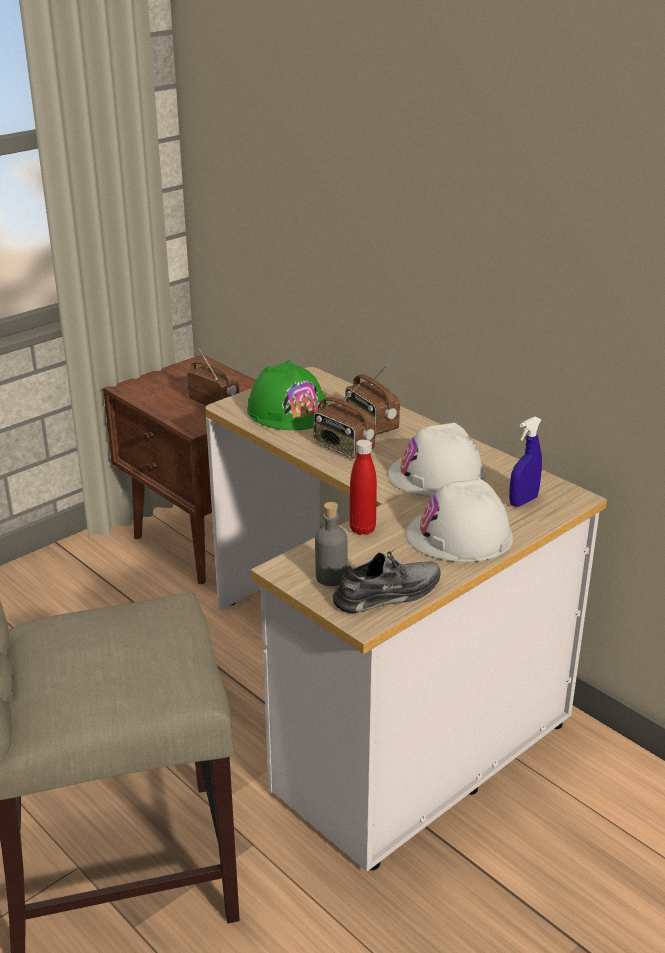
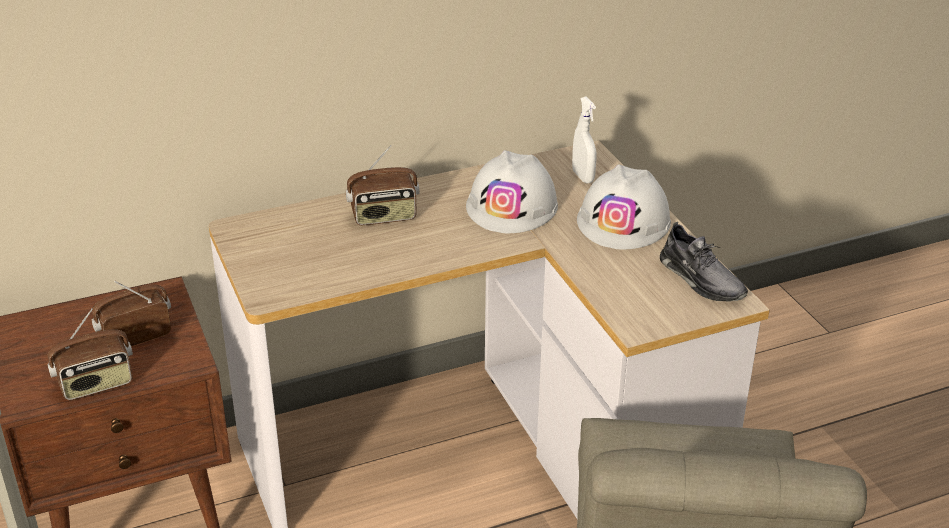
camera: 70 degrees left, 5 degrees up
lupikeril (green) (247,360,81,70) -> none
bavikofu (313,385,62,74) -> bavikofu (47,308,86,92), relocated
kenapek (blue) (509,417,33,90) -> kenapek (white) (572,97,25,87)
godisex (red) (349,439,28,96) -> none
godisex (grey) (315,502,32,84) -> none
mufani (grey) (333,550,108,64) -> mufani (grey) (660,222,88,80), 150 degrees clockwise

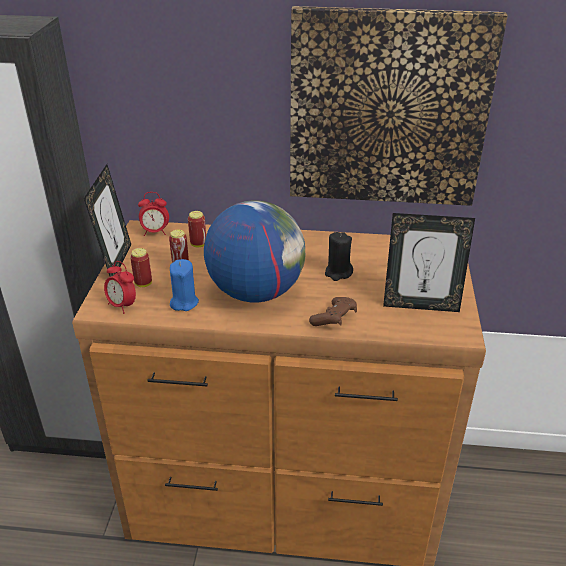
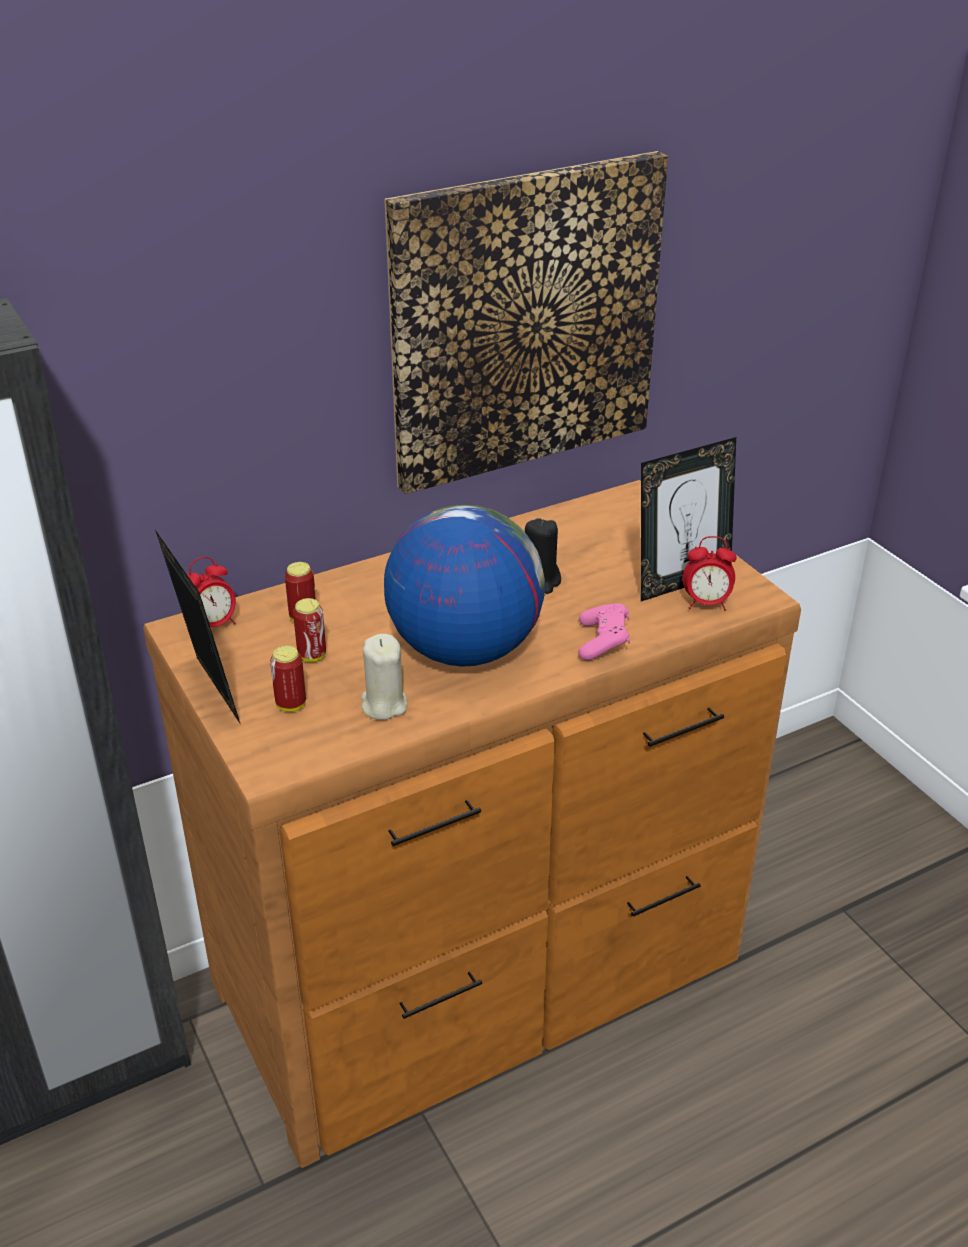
camera: 35 degrees left, 0 degrees up
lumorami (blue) (170,259,29,52) -> lumorami (beige) (361,634,46,86)
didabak (104,261,32,53) -> didabak (683,536,54,75), relocated
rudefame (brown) (309,297,48,29) -> rudefame (pink) (578,603,52,58)

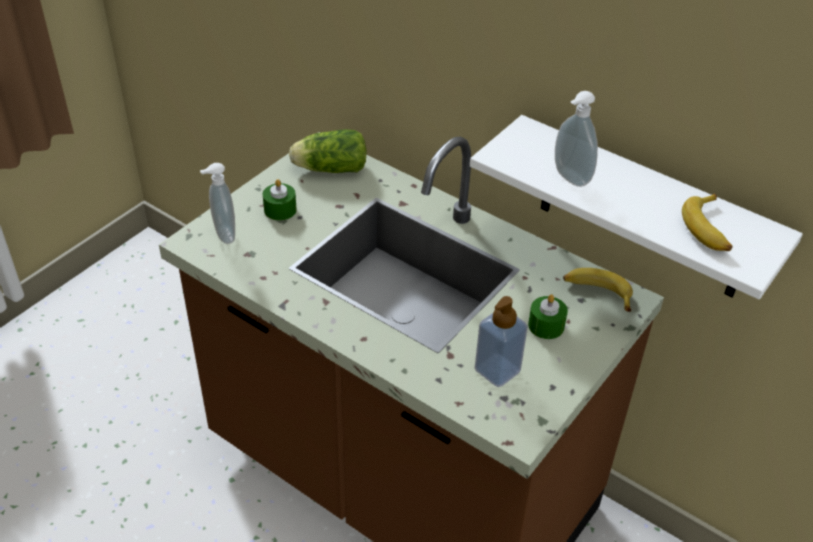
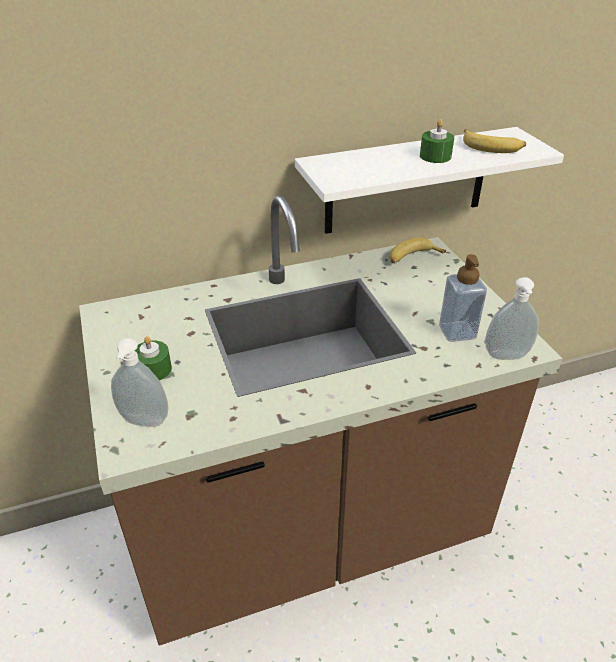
camera: 55 degrees left, 5 degrees down
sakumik (555,91,43,96) -> sakumik (485,277,54,83), relocated
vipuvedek (289,129,78,44) -> none
lumorami (green) (528,294,40,45) -> lumorami (green) (420,119,34,44), relocated

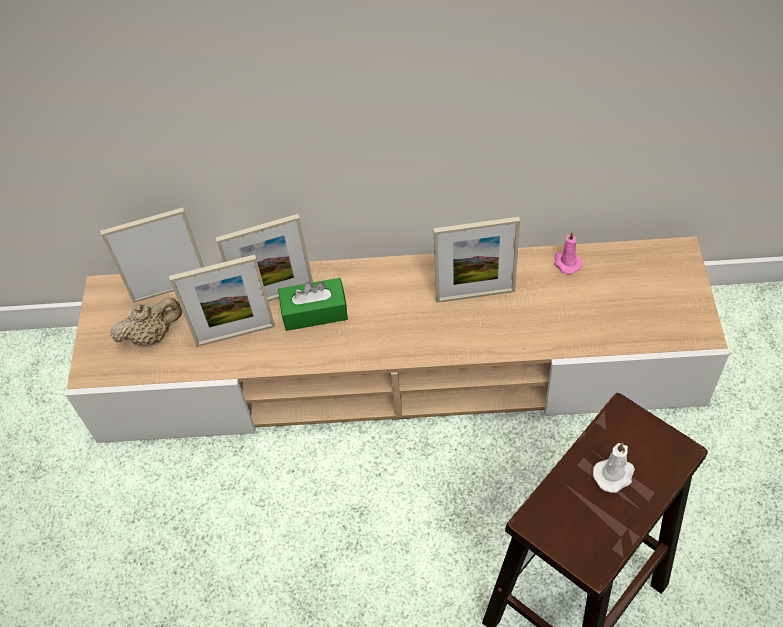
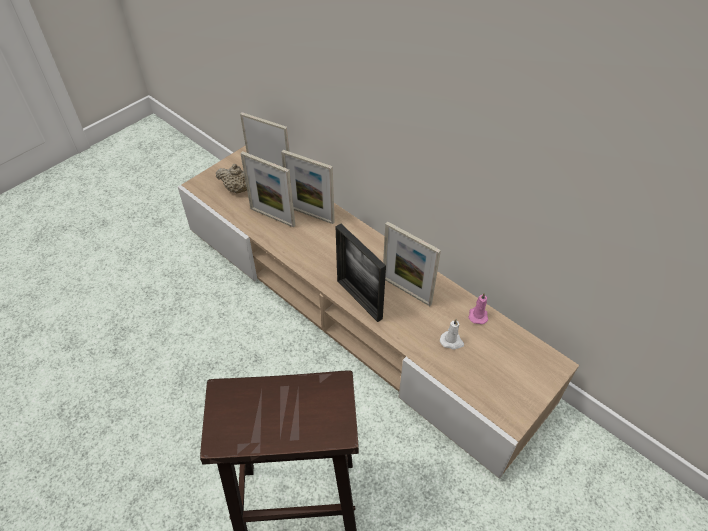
camera: 40 degrees right, 5 degrees down
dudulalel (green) (278,278,70,53) -> none
lumorami (white) (593,443,42,50) -> lumorami (white) (440,319,24,31), relocated
none -> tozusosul (336,224,50,98)

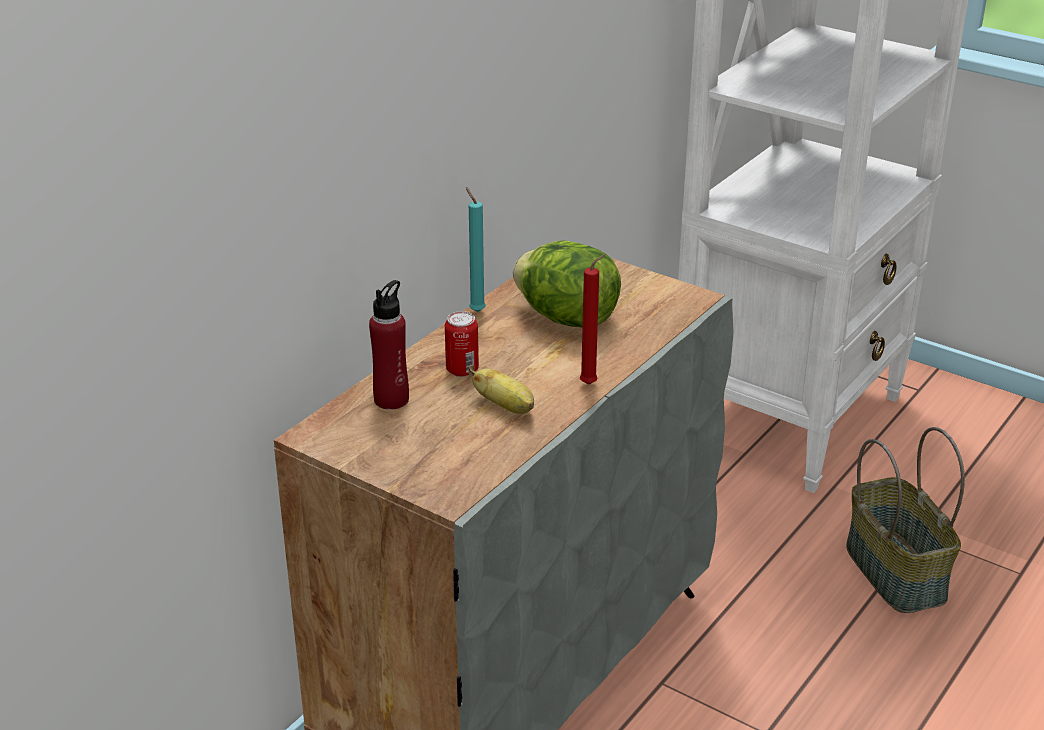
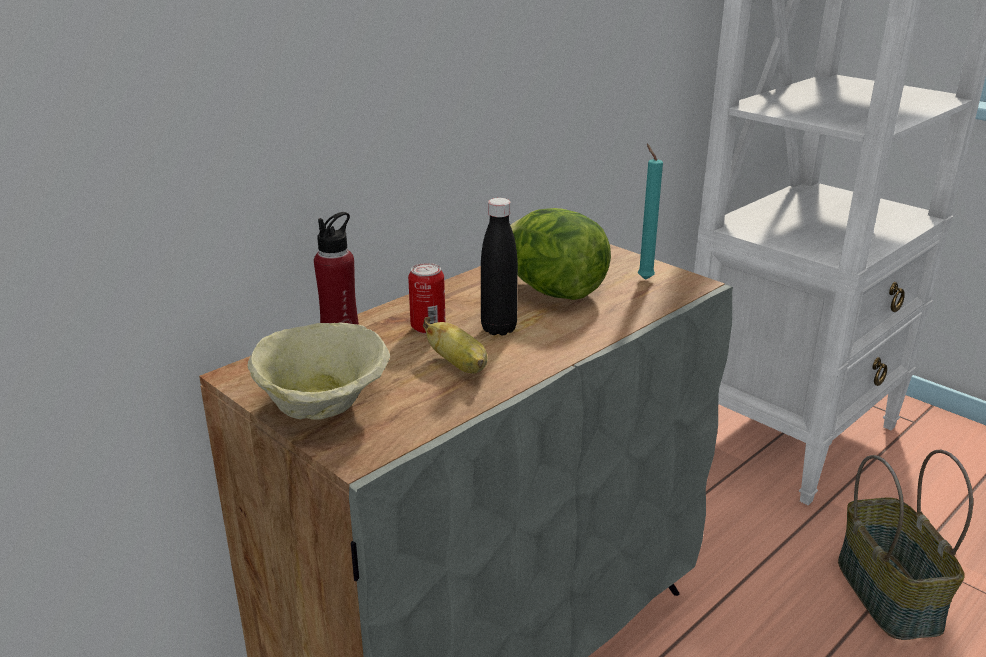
camera: 10 degrees right, 5 degrees down
lumorami (turquoise) (466,187,20,125) -> lumorami (turquoise) (638,144,25,136), relocated
lumorami (red) (580,254,26,131) -> none
none -> godisex (black) (481,198,37,138)
none -> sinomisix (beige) (247,322,143,98)

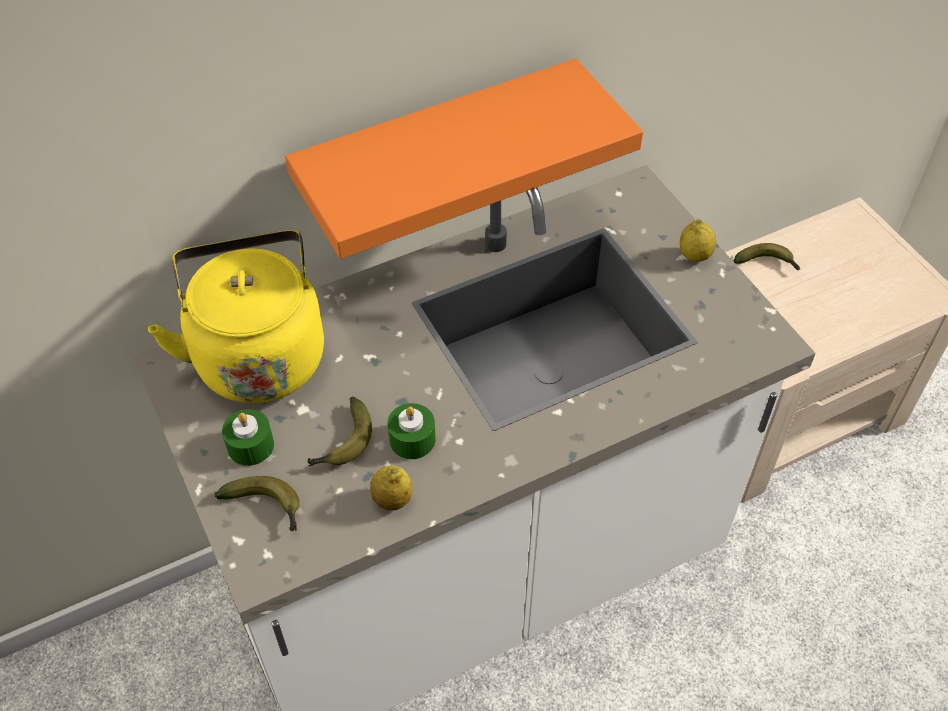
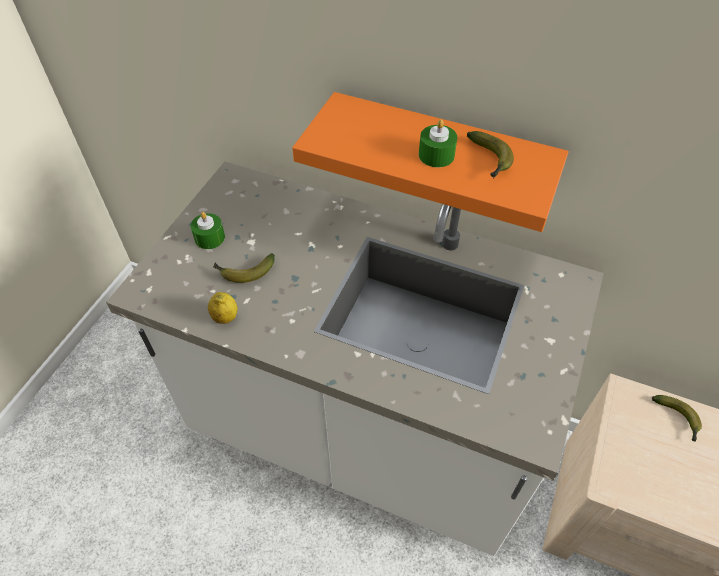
camera: 50 degrees right, 0 degrees up
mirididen (680,219,36,43) -> none
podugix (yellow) (148,230,176,173) -> none
lumorami (green) (387,403,49,56) -> lumorami (green) (419,119,39,48), relocated
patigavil (215,476,84,55) -> patigavil (467,131,47,47), relocated

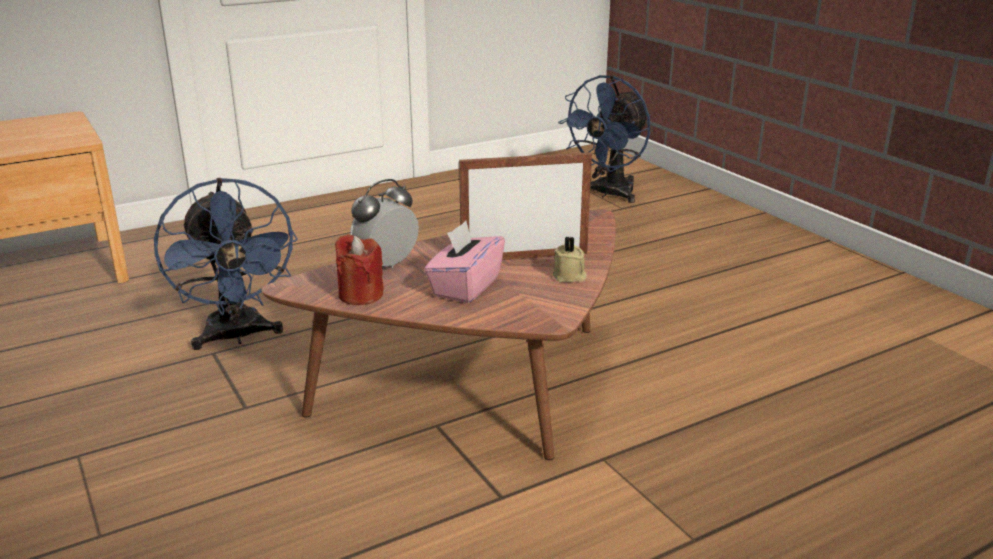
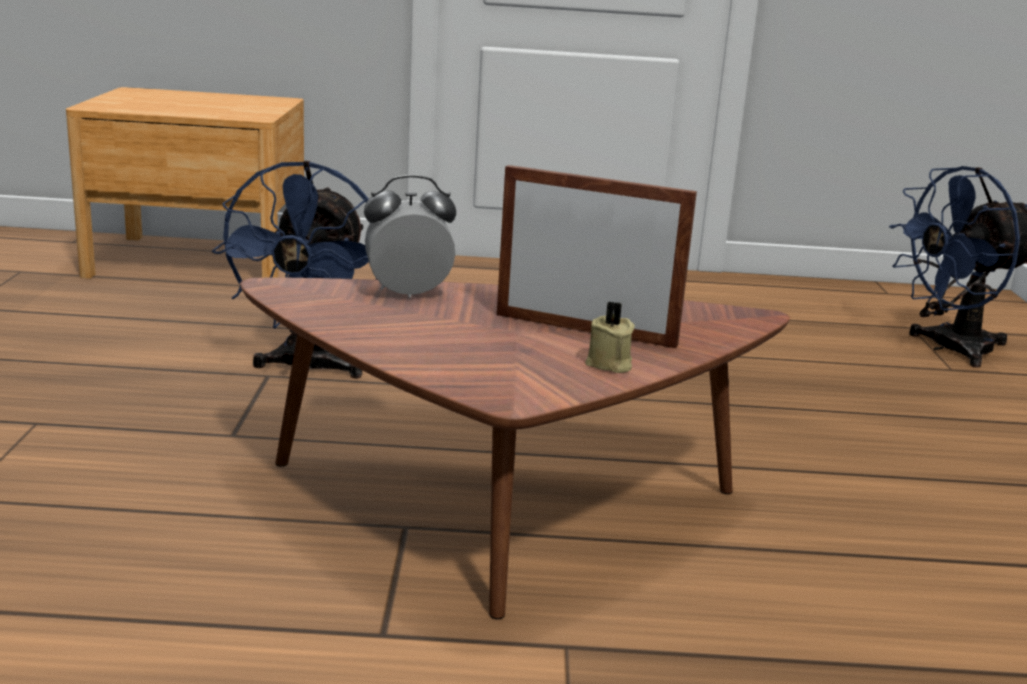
camera: 30 degrees right, 5 degrees down
dudulalel (pink) (424,221,81,82) -> none
lumorami (red) (335,234,49,71) -> none

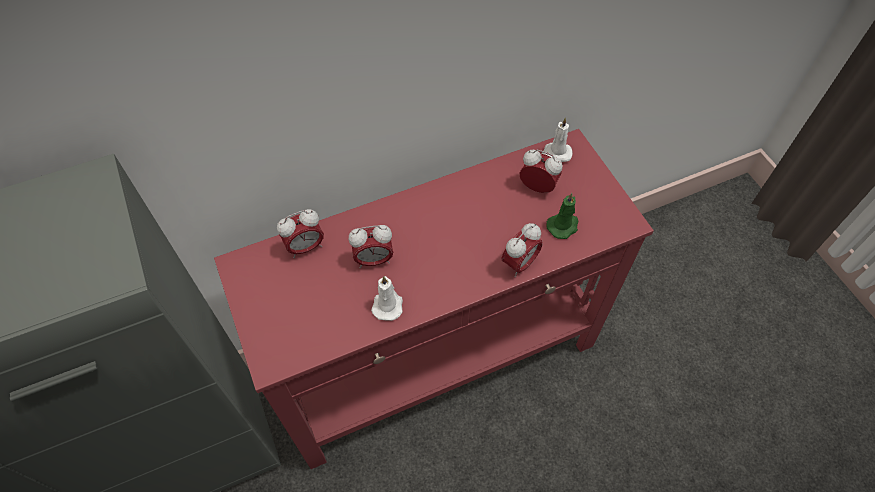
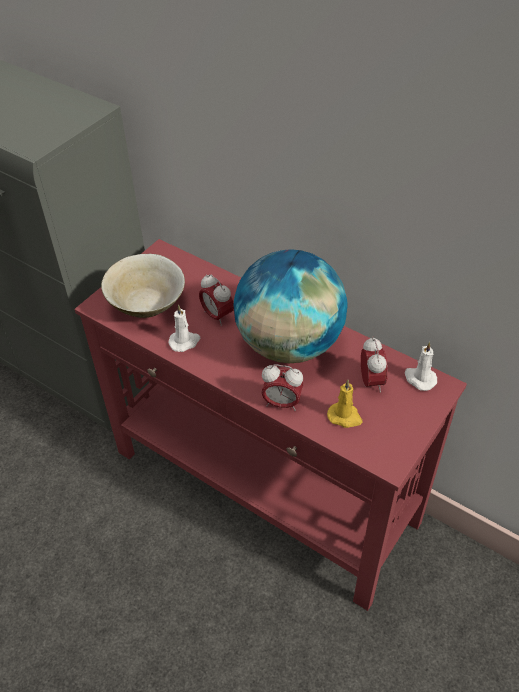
camera: 60 degrees right, 10 degrees down
lumorami (green) (546,193,33,46) -> lumorami (yellow) (327,380,35,48)
didabak (277,209,47,49) -> none
none -> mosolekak (234,249,113,114)
none -> sinomisix (beige) (101,253,84,65)

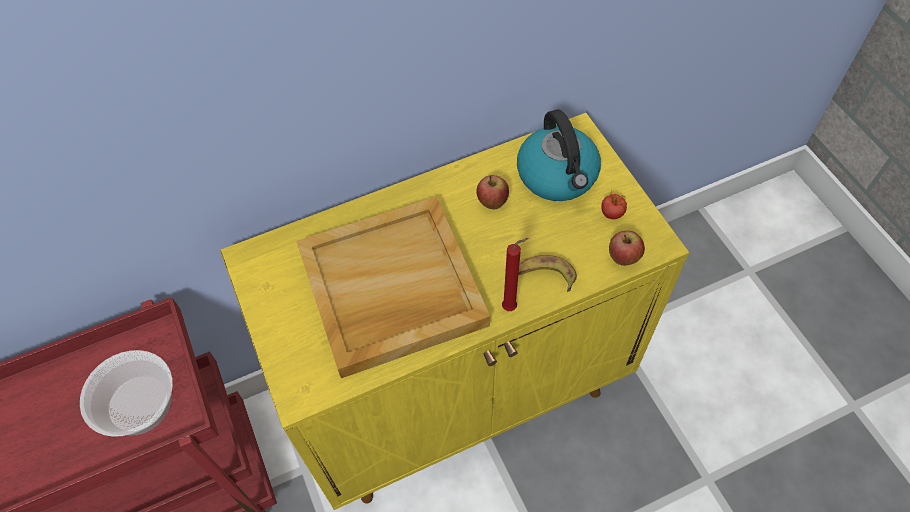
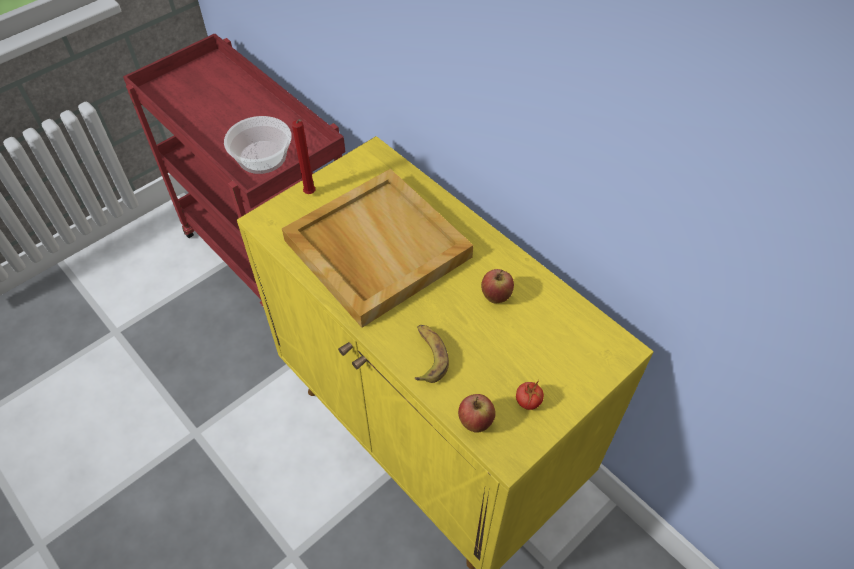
camera: 70 degrees right, 5 degrees down
podugix (517,109,84,92) -> none
lumorami (red) (502,238,26,73) -> lumorami (red) (292,119,24,75), relocated

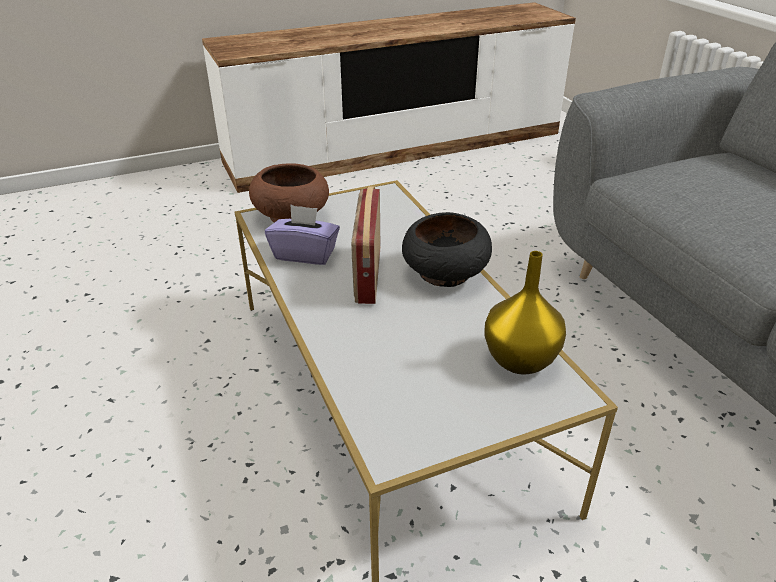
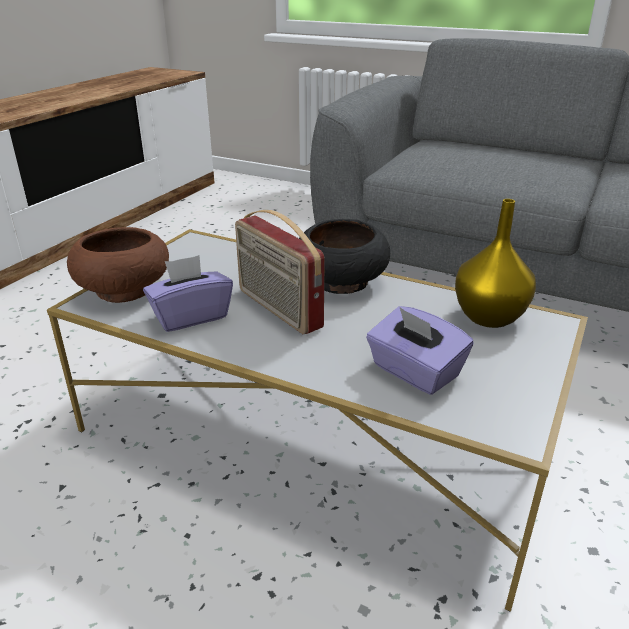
camera: 40 degrees left, 5 degrees down
none -> dudulalel (purple) (366,306,108,89)

